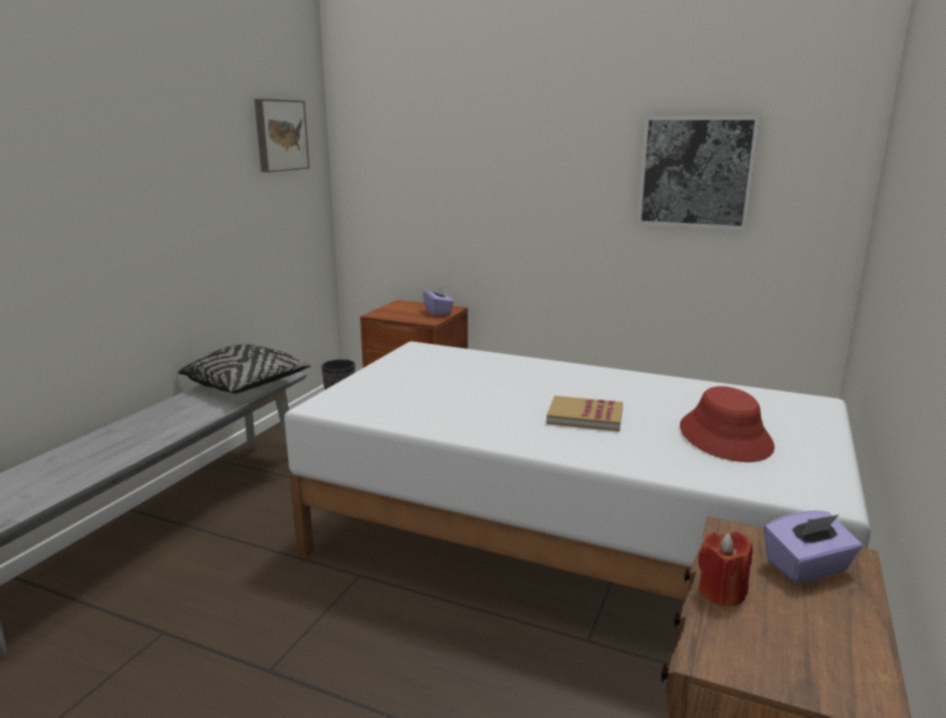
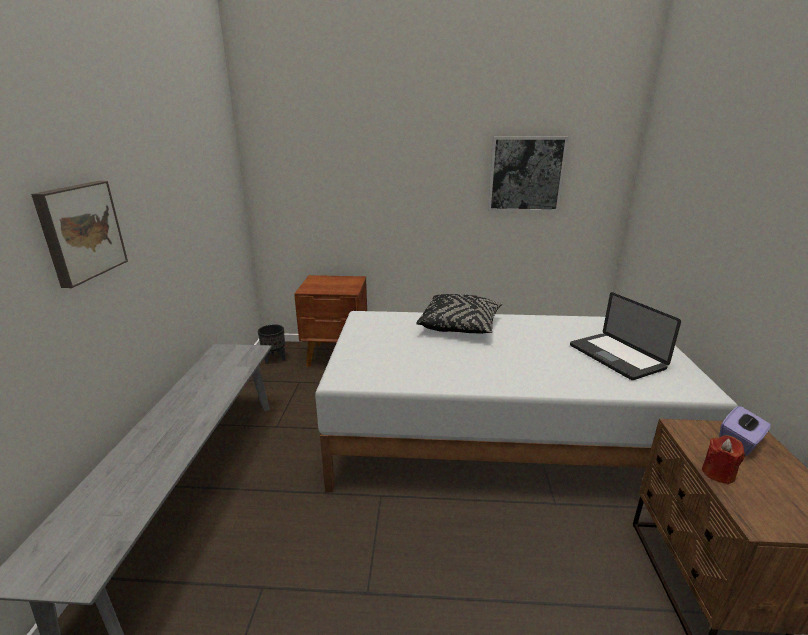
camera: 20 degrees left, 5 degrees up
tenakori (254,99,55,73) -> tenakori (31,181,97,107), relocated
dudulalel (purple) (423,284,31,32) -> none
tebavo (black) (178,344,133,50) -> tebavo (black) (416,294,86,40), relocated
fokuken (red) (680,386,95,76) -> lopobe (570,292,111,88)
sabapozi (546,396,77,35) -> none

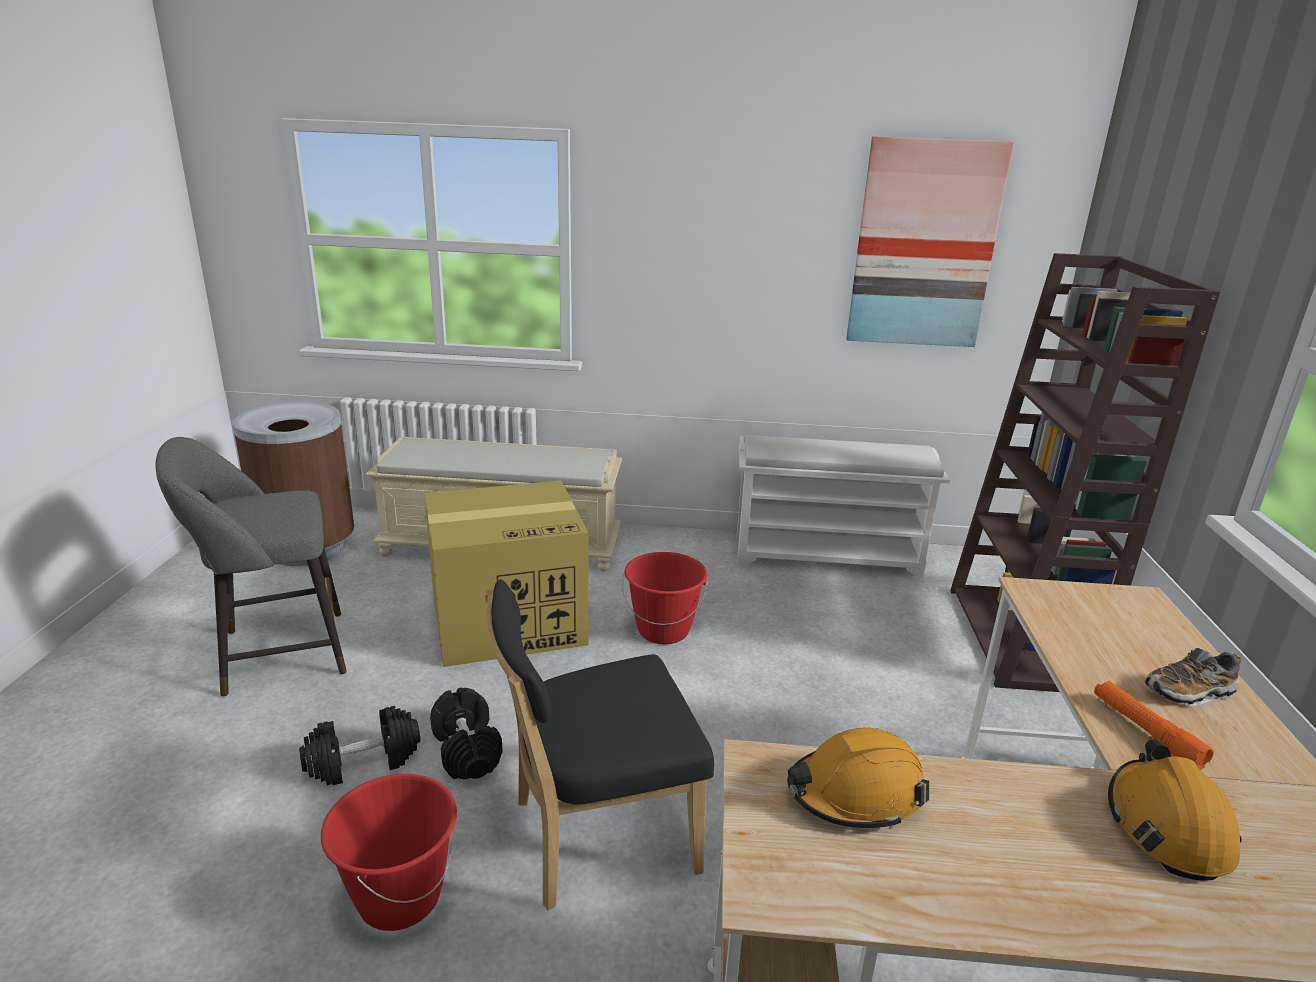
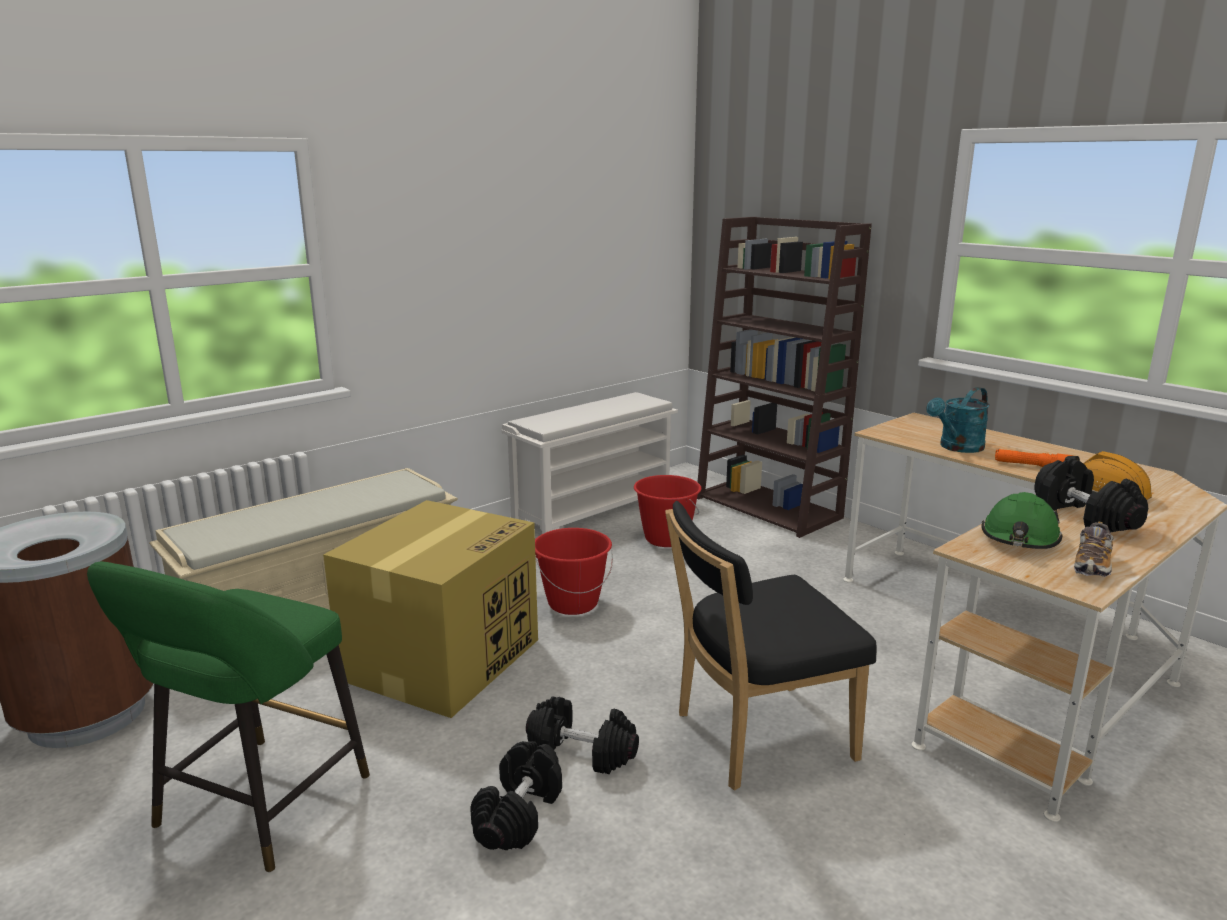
camera: 45 degrees left, 5 degrees down
tenakori (846,136,168,211) -> none
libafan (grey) (155,437,192,260) -> libafan (green) (87,561,283,311)
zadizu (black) (485,579,229,331) -> zadizu (black) (665,501,211,290), 45 degrees clockwise
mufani (1145,648,96,58) -> mufani (1074,522,39,55), relocated
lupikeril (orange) (787,728,142,101) -> lupikeril (green) (981,492,82,57)
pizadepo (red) (321,774,136,157) -> pizadepo (red) (634,475,67,72), relocated
none -> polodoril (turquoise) (926,387,64,66)
none -> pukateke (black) (1034,458,114,75)

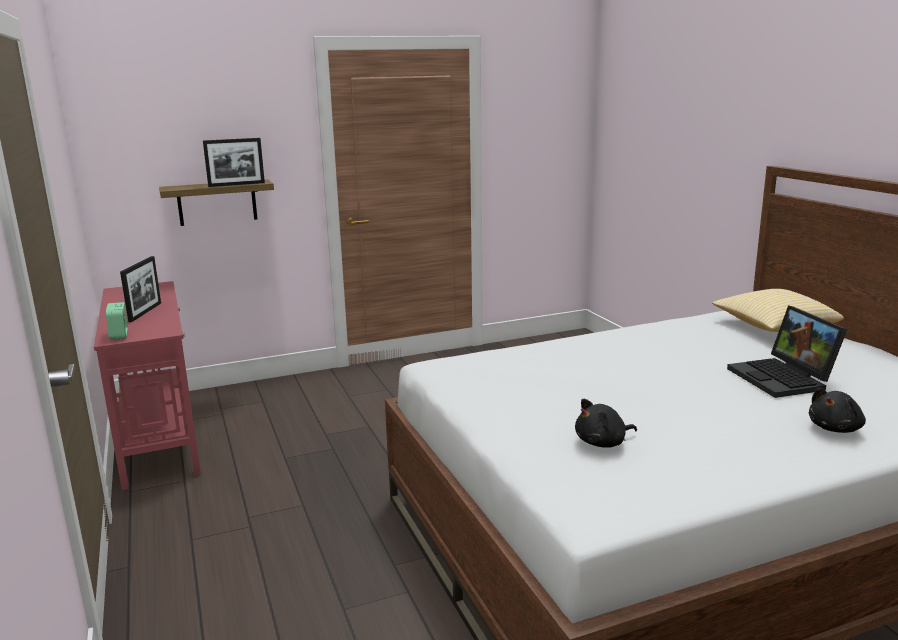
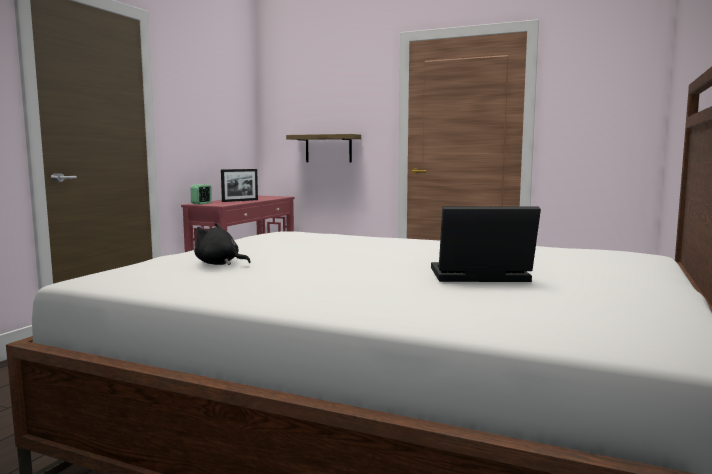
camera: 45 degrees right, 10 degrees down
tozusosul (203,138,62,49) -> none
tebavo (712,289,132,43) -> none
lopobe (727,305,120,93) -> lopobe (431,206,110,76), 60 degrees clockwise
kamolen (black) (809,388,57,45) -> none

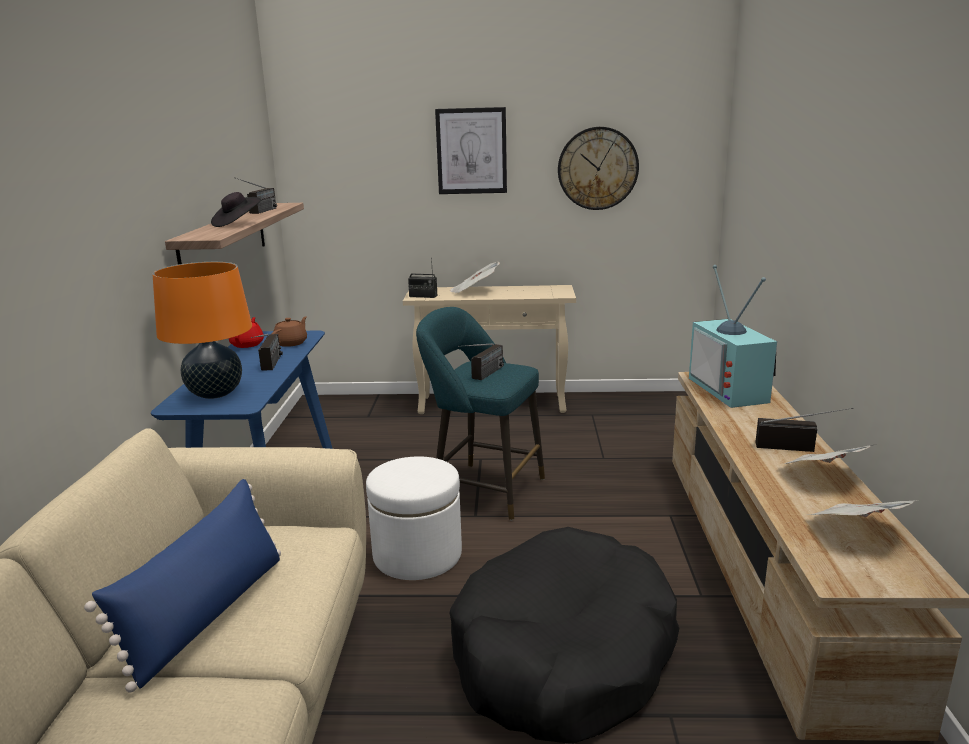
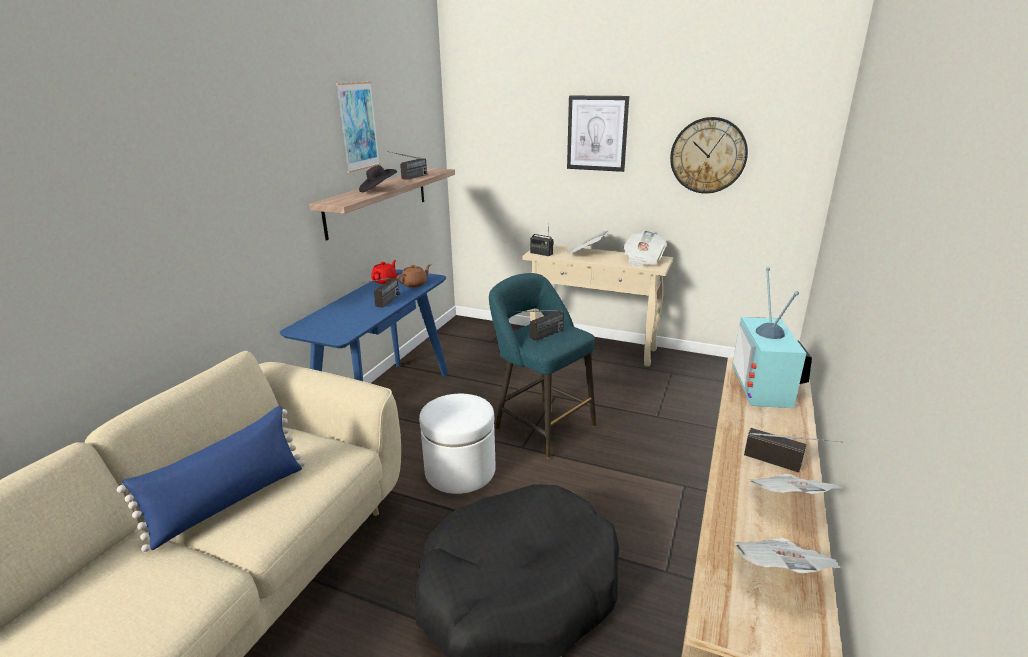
camera: 20 degrees right, 5 degrees up
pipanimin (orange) (152,262,100,137) -> none
none -> tenakori (336,82,44,91)
none -> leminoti (623,230,44,36)

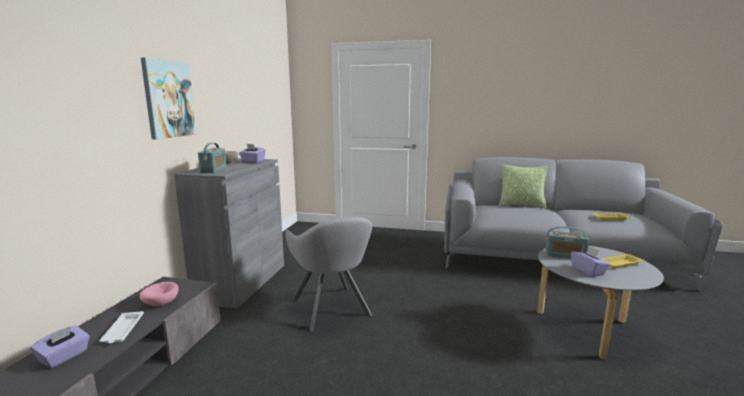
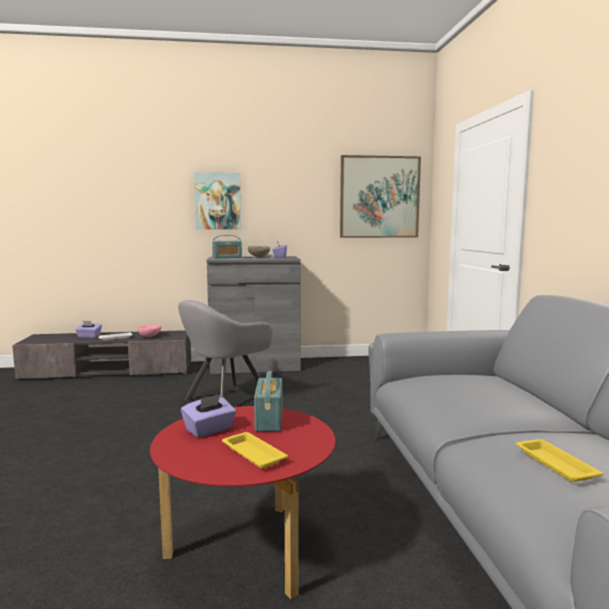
camera: 70 degrees right, 5 degrees down
tebavo (499,164,49,45) -> none
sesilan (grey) (537,246,127,114) -> sesilan (red) (150,406,185,193)
none -> tenakori (340,155,81,83)

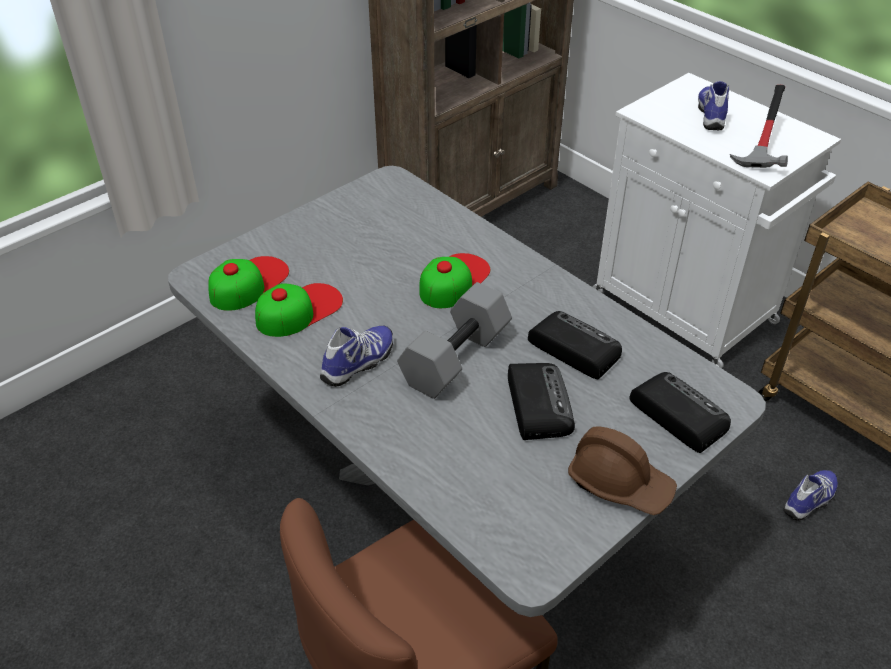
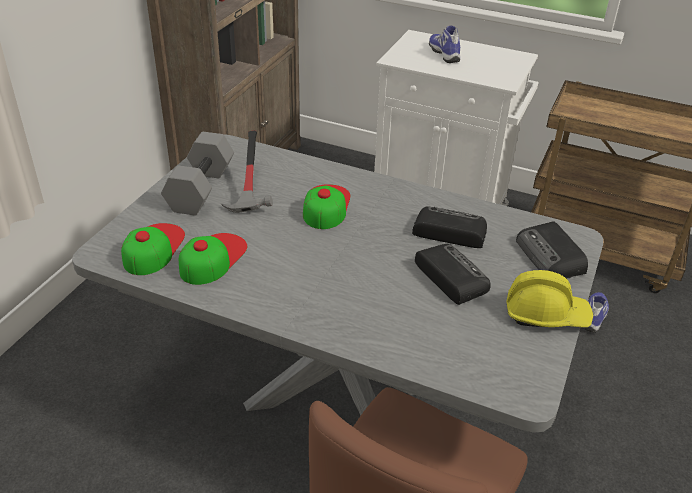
camera: 25 degrees left, 5 degrees down
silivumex (730,85,58,83) -> silivumex (221,130,52,83), relocated
pukateke (grey) (397,282,115,117) -> pukateke (grey) (161,132,73,84), relocated
mufani (320,325,73,62) -> none
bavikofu (629,372,102,81) -> bavikofu (516,221,72,57), 135 degrees counterclockwise
lupikeril (brown) (568,426,109,89) -> lupikeril (yellow) (506,270,87,57)

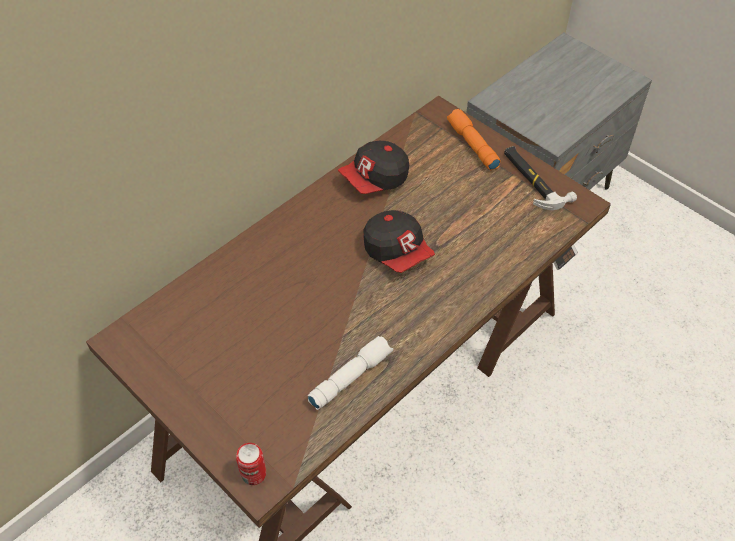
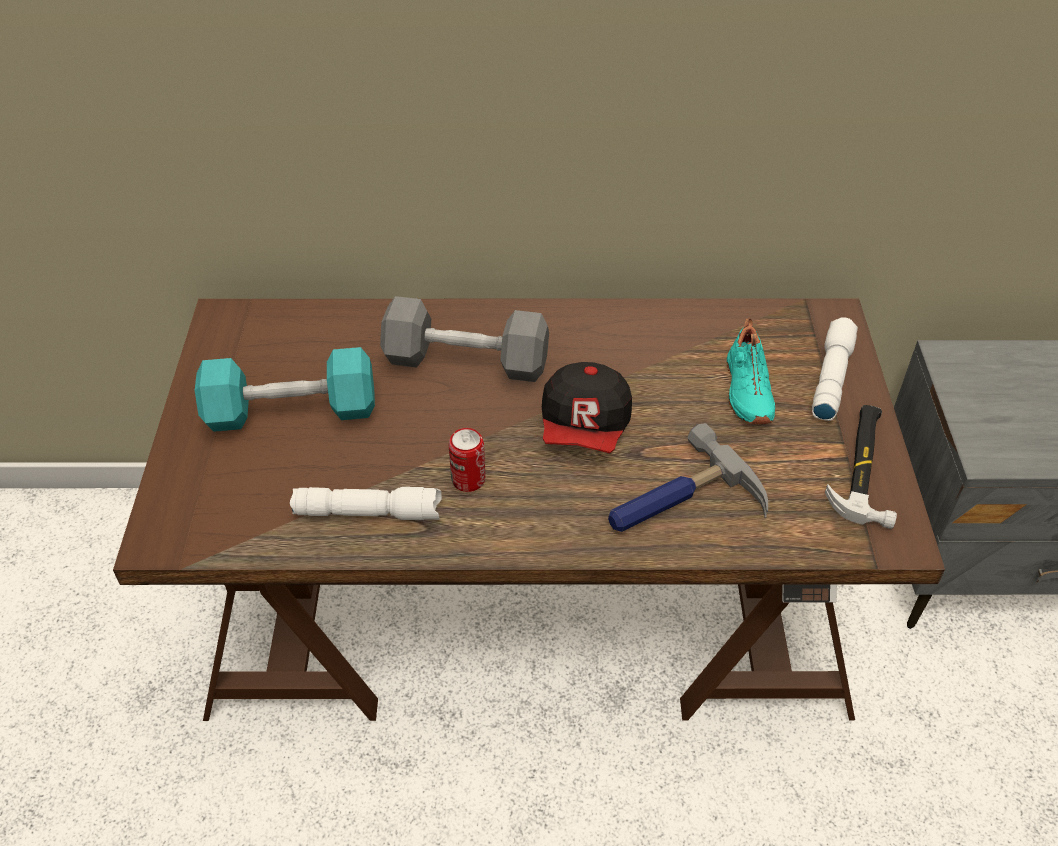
camera: 45 degrees right, 5 degrees down
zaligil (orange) (447,109,54,62) -> zaligil (white) (812,317,46,104)
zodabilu (338,141,71,53) -> none
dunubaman (236,443,30,42) -> dunubaman (449,428,36,64), relocated
none -> pukateke (grey) (380,296,169,86)
none -> mufani (turquoise) (727,319,48,105)
none -> pukateke (turquoise) (195,347,180,85)
none -> silivumex (608,423,160,109)

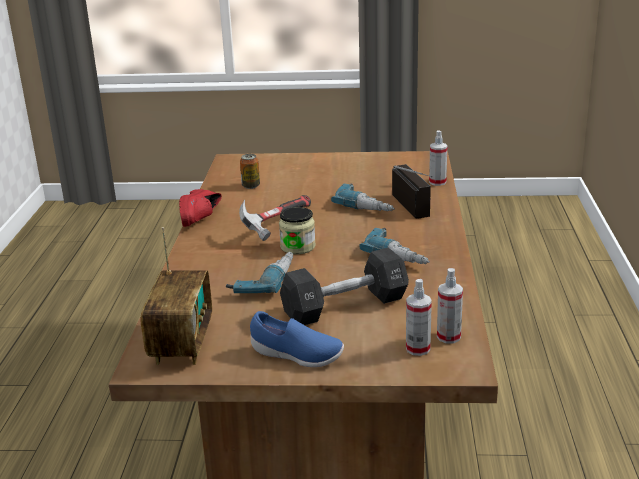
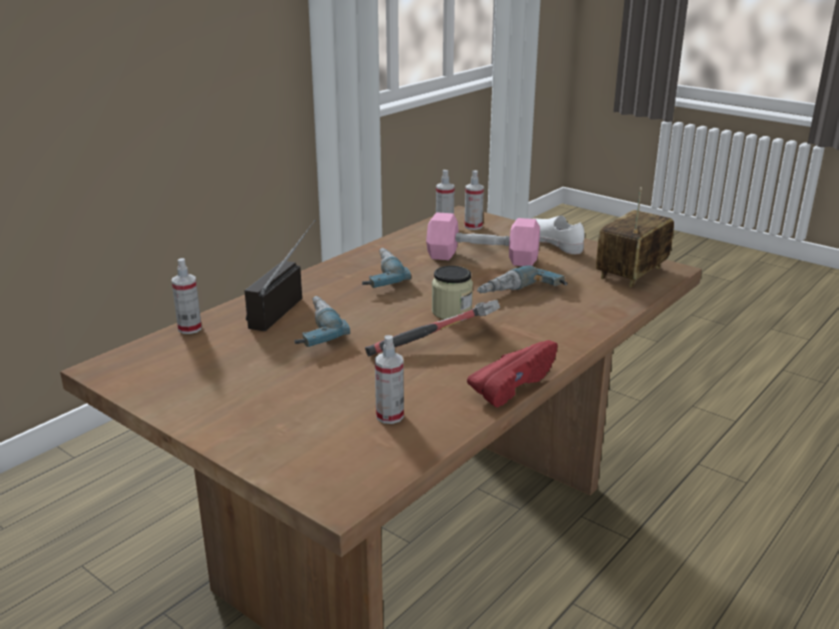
camera: 145 degrees left, 0 degrees up
dunubaman (240,154,20,35) -> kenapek (375,335,29,89)
pukateke (black) (280,248,129,77) -> pukateke (pink) (426,212,114,54)
mufani (blue) (250,311,94,56) -> mufani (white) (534,216,51,38)

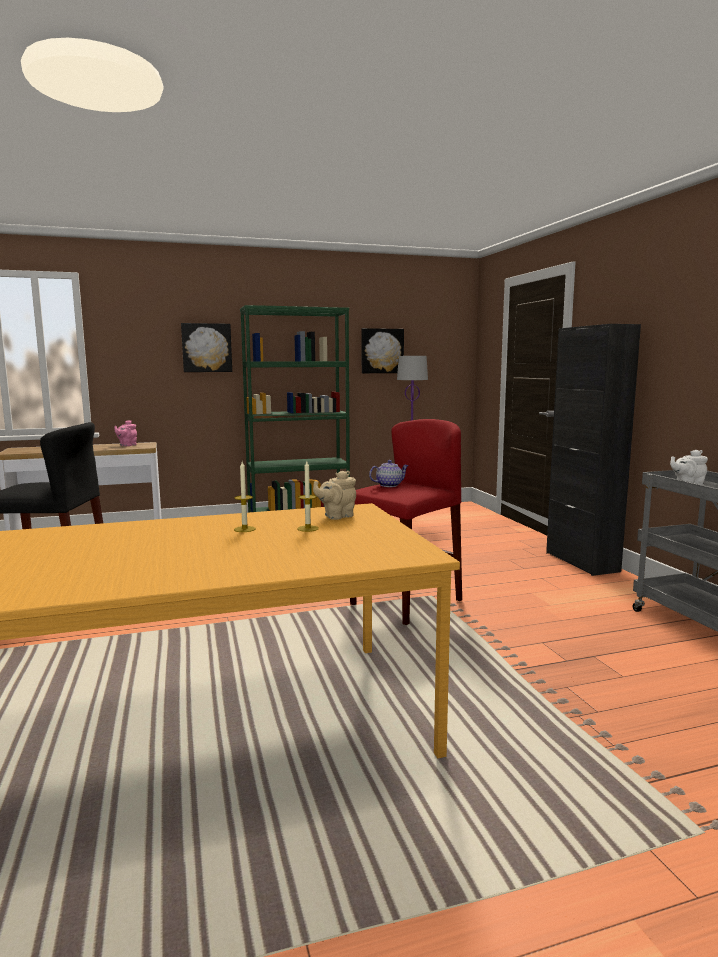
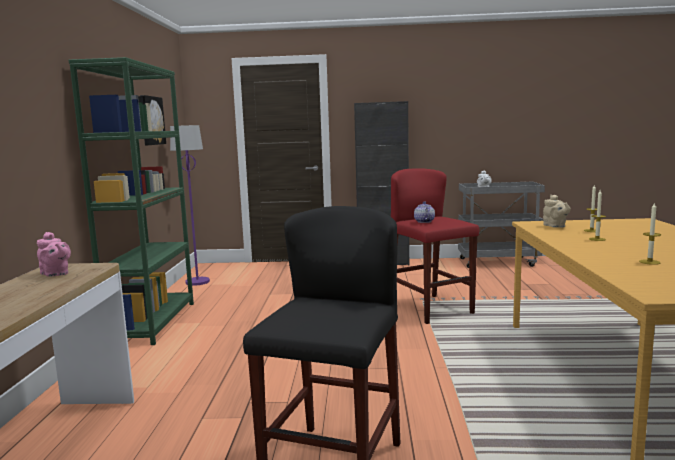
camera: 70 degrees left, 0 degrees up
tenakori (181,323,51,49) -> none
none -> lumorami (639,202,22,63)

